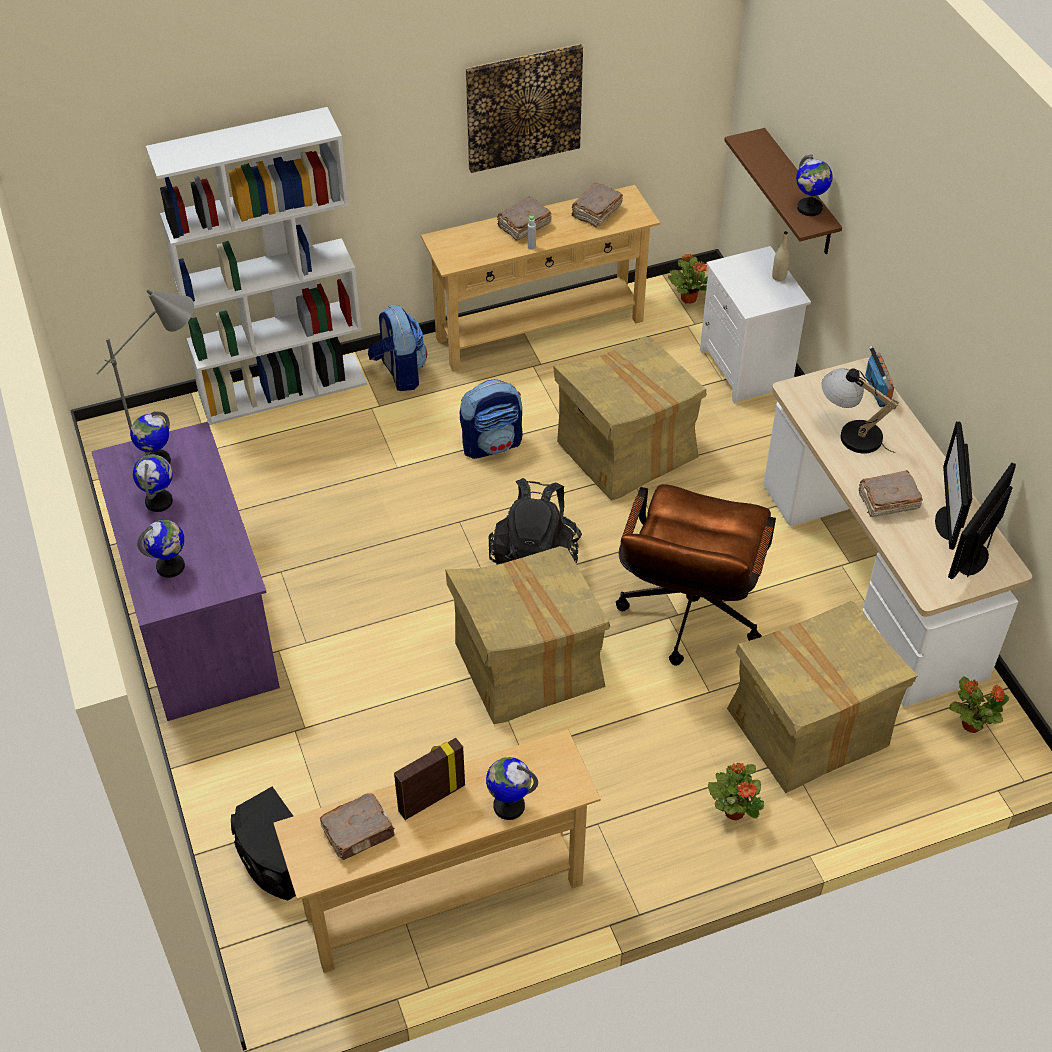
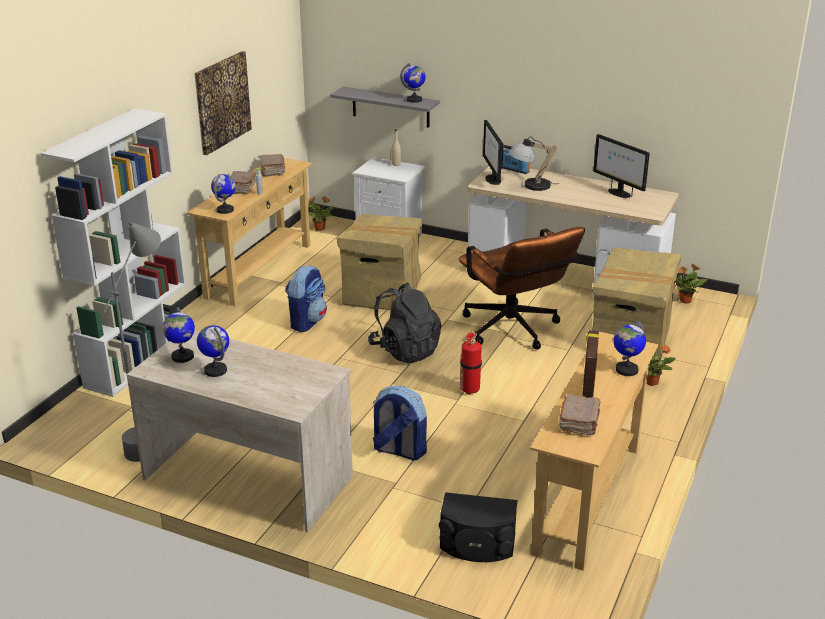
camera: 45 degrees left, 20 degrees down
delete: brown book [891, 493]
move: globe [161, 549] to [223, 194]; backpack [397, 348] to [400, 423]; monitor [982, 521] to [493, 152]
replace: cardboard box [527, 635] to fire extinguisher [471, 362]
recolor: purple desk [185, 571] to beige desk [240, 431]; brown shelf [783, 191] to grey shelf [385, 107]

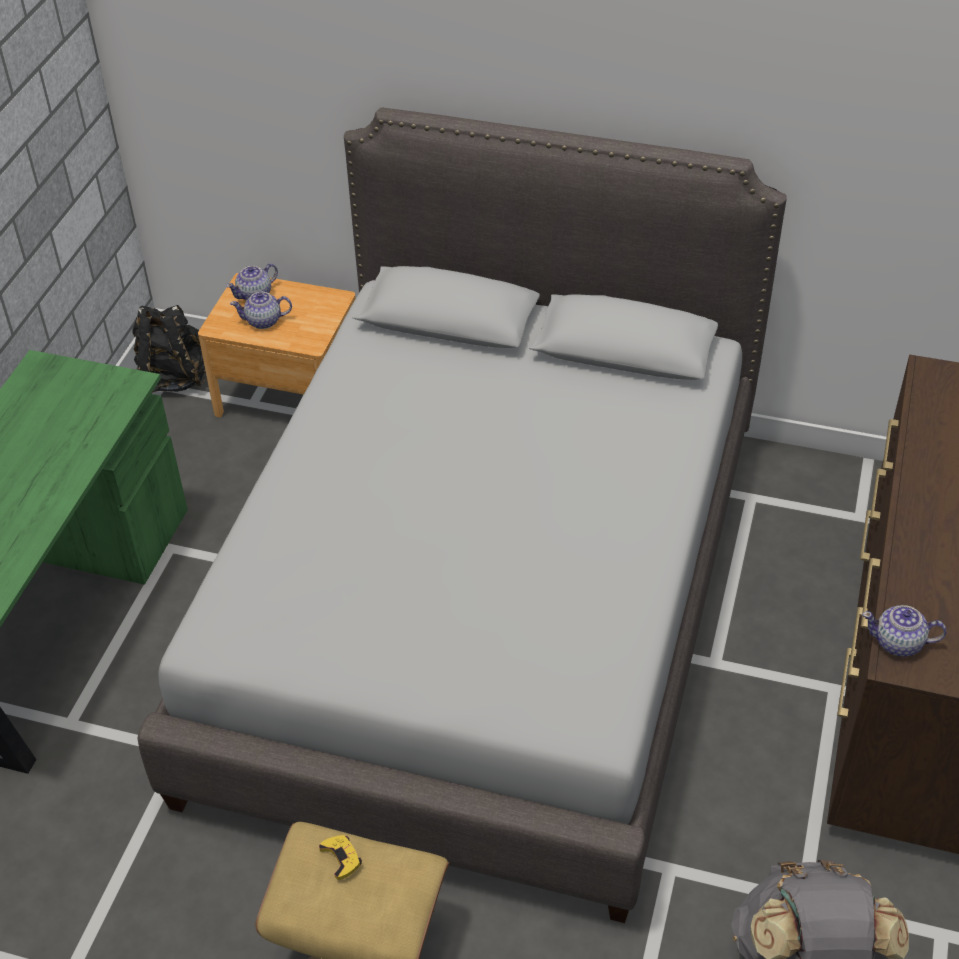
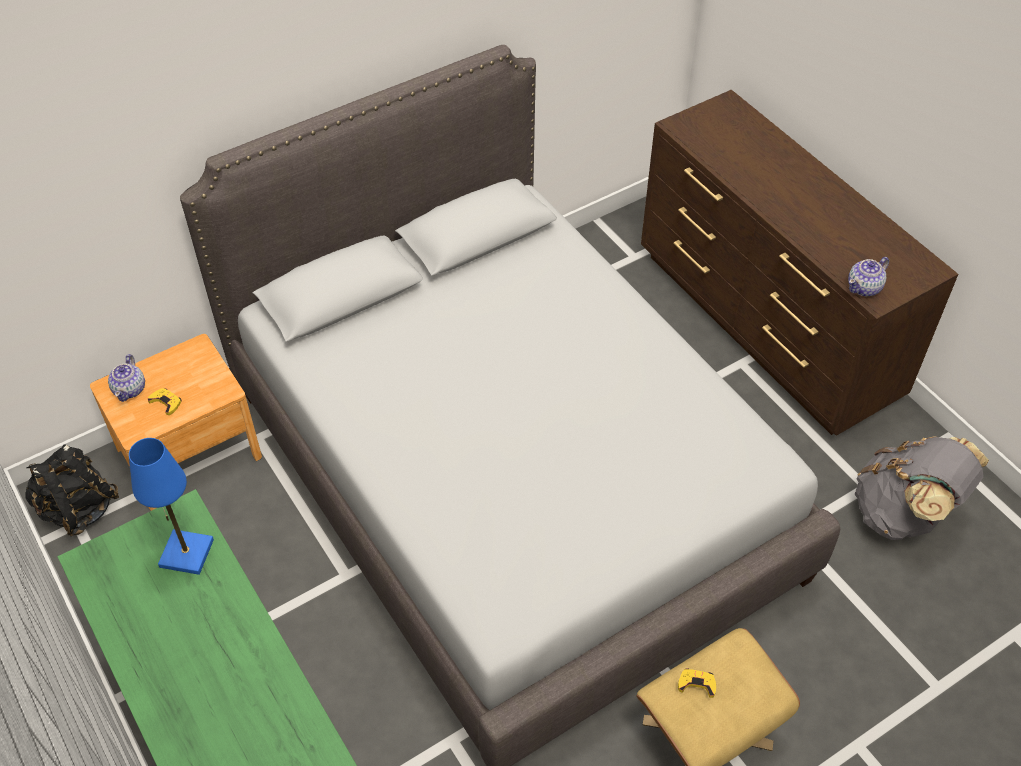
camera: 50 degrees left, 5 degrees up
insert: blue table lamp [171, 506]
replace: teapot [261, 310] to yellow game controller [164, 401]

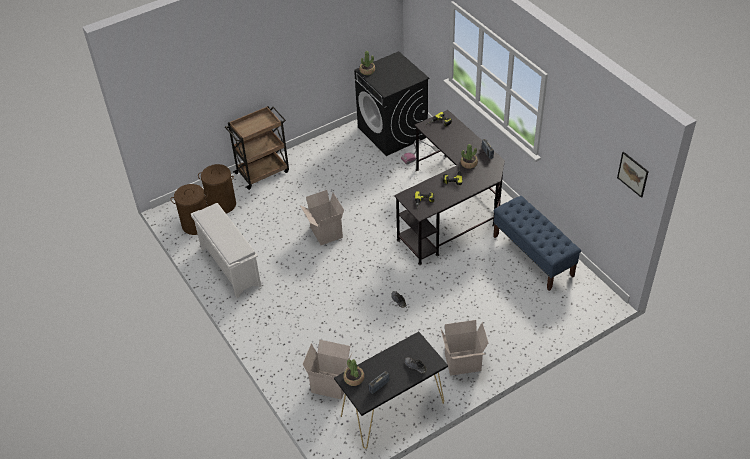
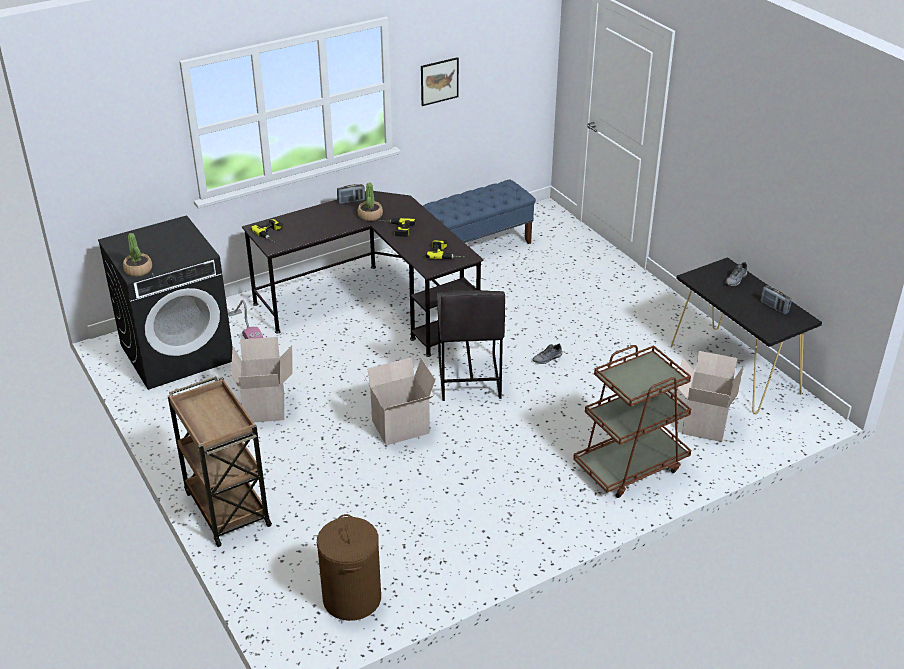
camera: 90 degrees left, 10 degrees down
delete: white shoe rack [226, 250]; brown laundry basket [217, 189]; potted plant [354, 372]
insert: grey stool [471, 345]; brown cart [632, 421]
move: cardboard box [464, 348] to [262, 380]; picture [633, 175] to [440, 81]

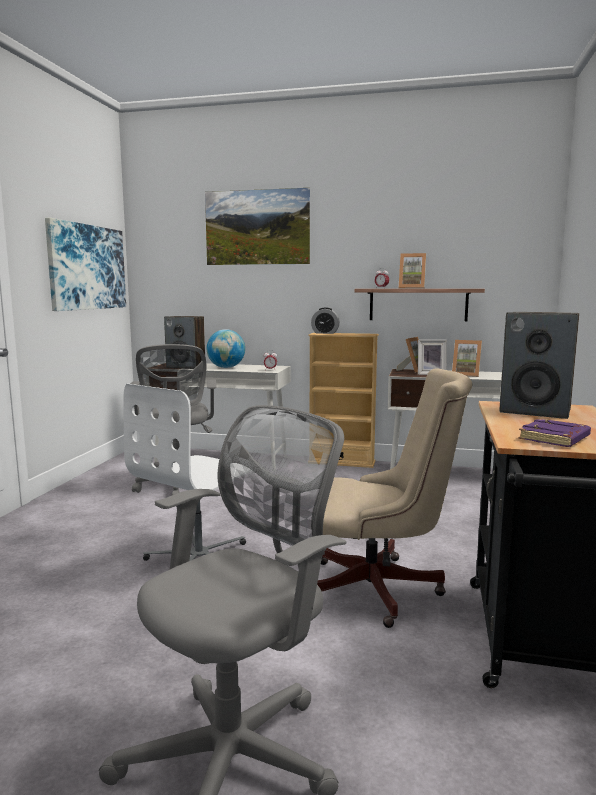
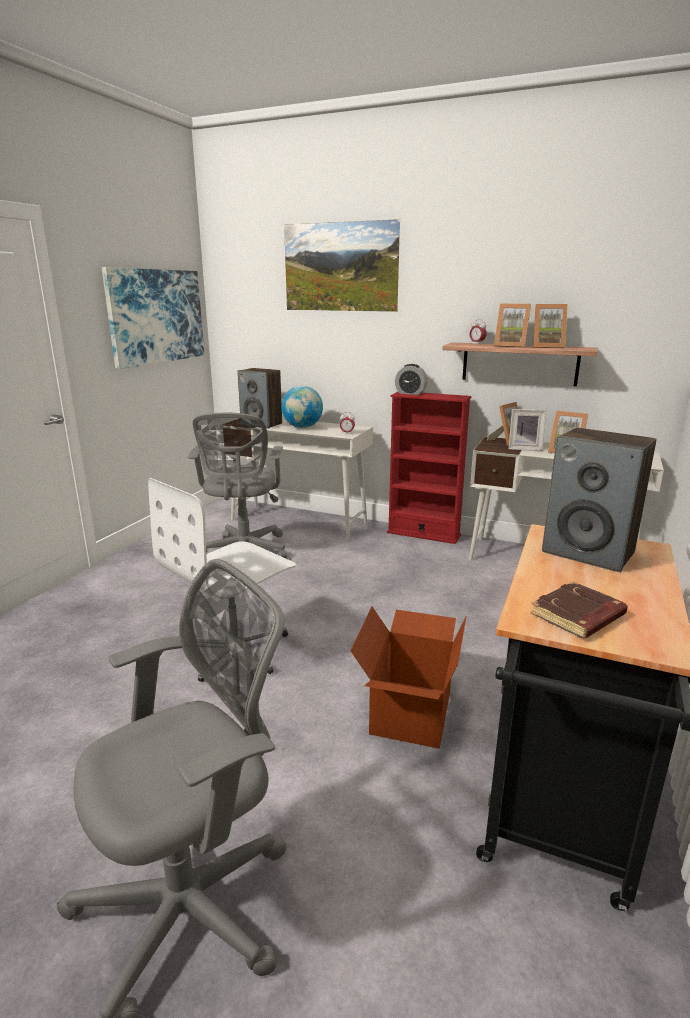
camera: 10 degrees right, 10 degrees up
insert: picture frame [549, 326]
replace: beige office chair [394, 498] to cardboard box [408, 677]
recolor: beige bookcase [343, 400] to red bookcase [429, 468]; purple book [554, 433] to brown book [579, 610]

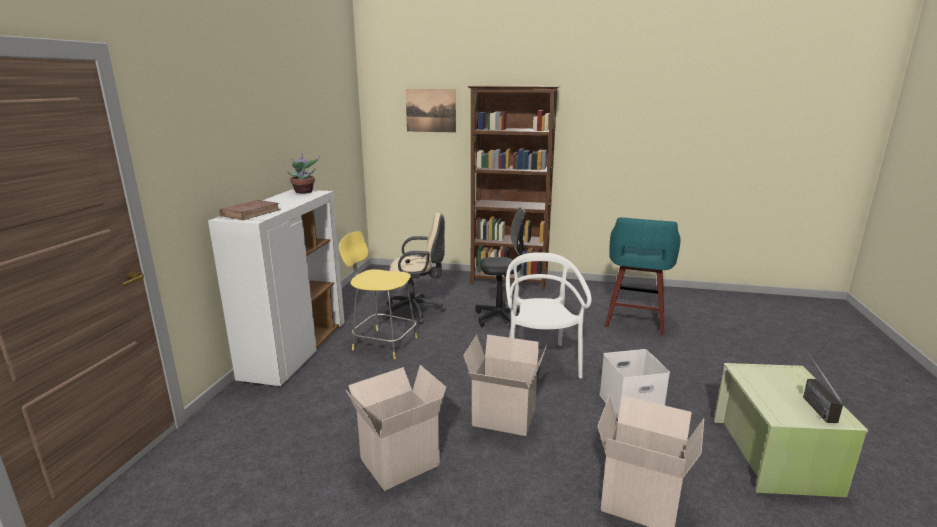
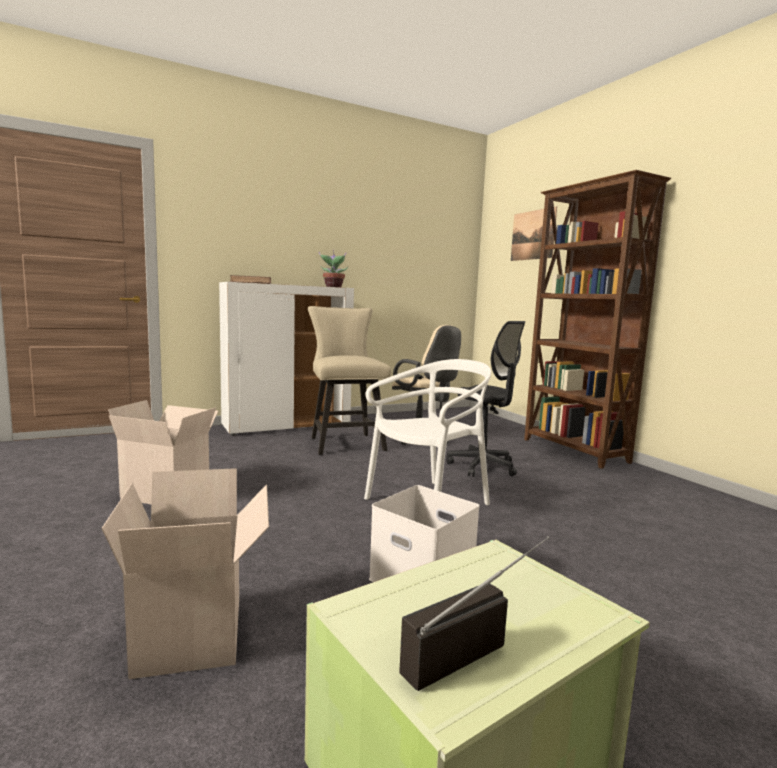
camera: 50 degrees right, 10 degrees down
delete: cardboard box [505, 385]; turquoise stool [643, 276]
replace: yellow stool [378, 295] to beige chair [349, 380]

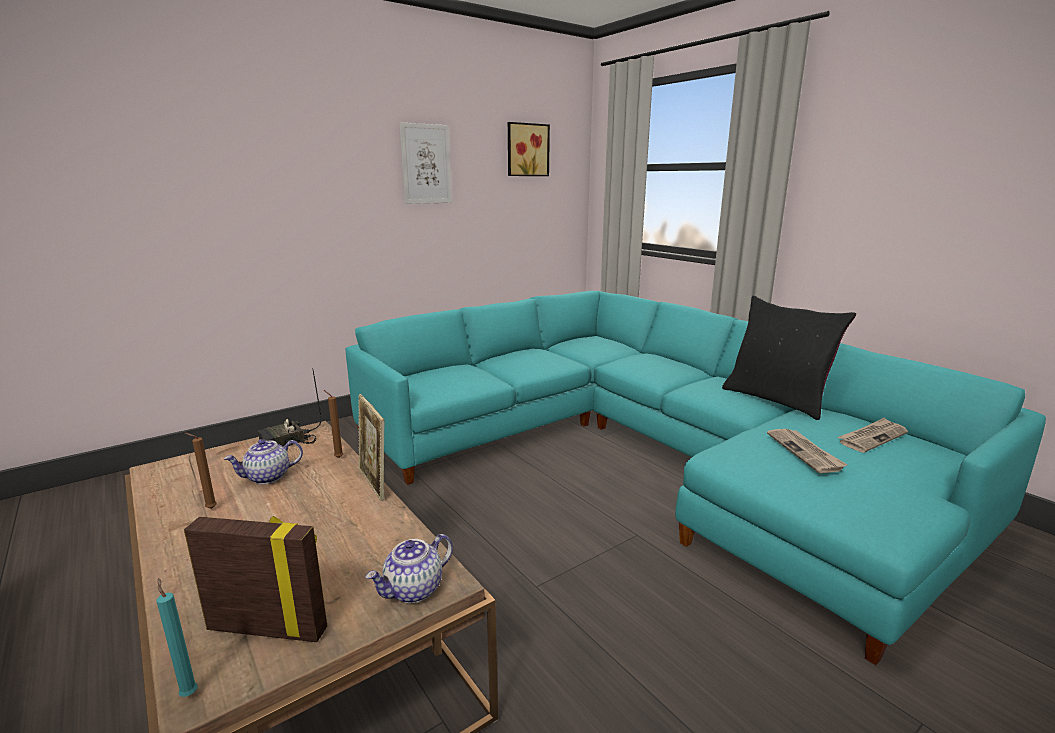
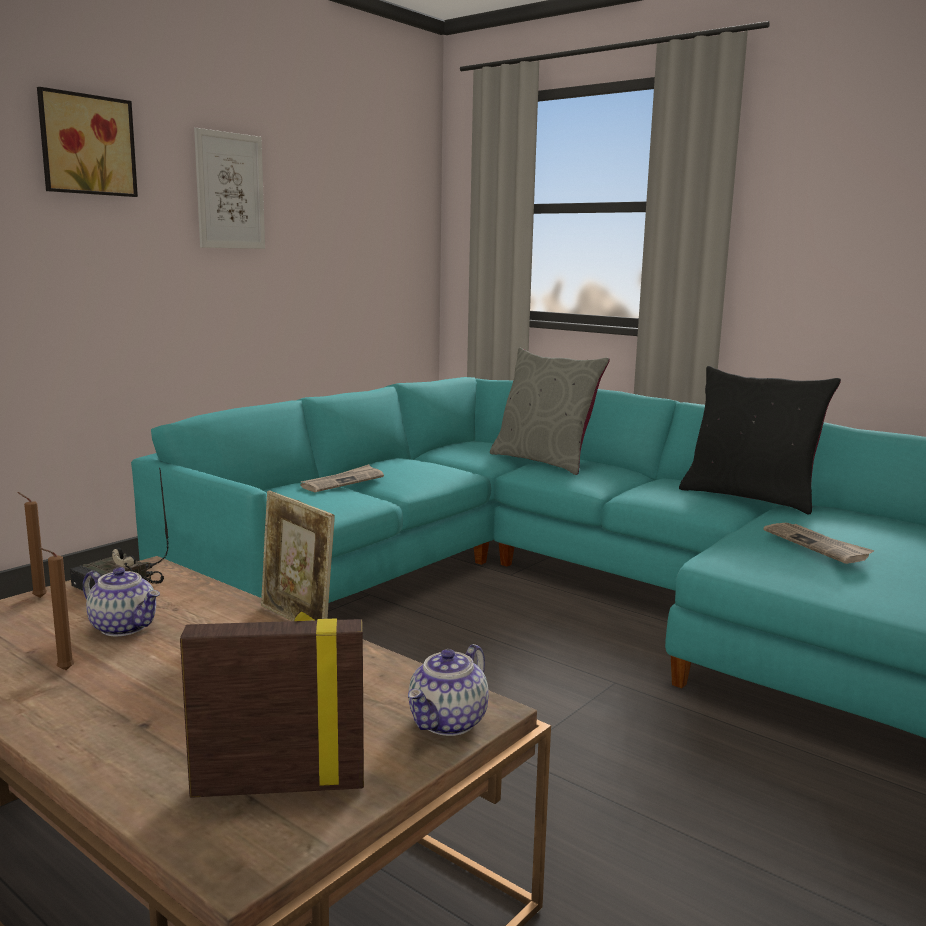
camera: 15 degrees left, 5 degrees down
delete: turquoise candle [177, 637]
insert: grey pillow [550, 411]
move: brown candle [333, 424] to [32, 545]; picture [529, 149] to [87, 142]; newspaper [872, 435] to [342, 478]
rotate: teapot [263, 461] = [121, 601] 105 degrees counterclockwise

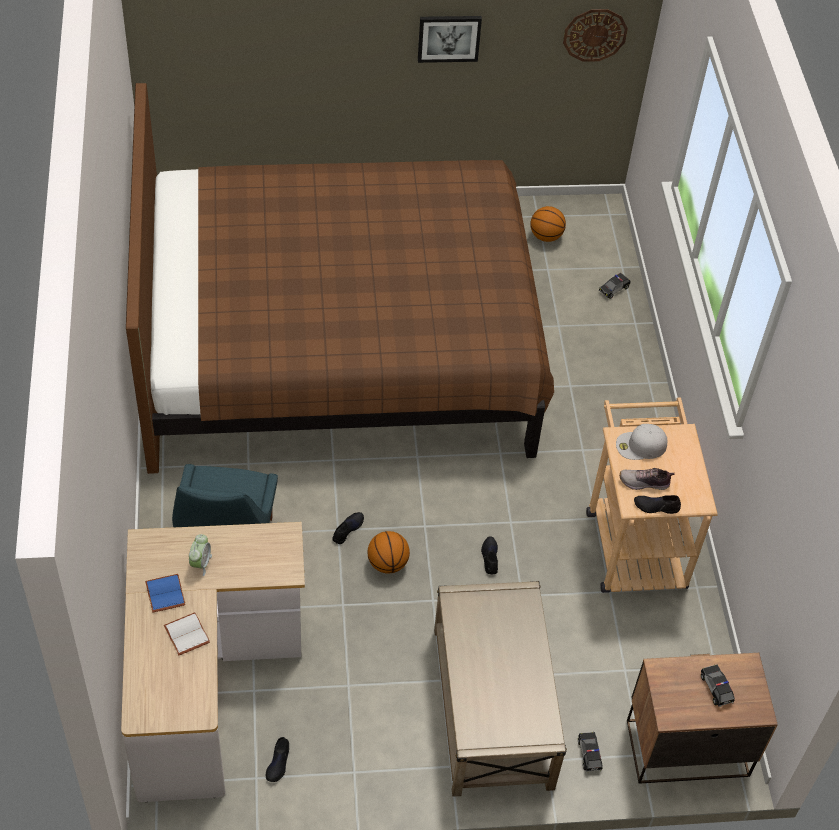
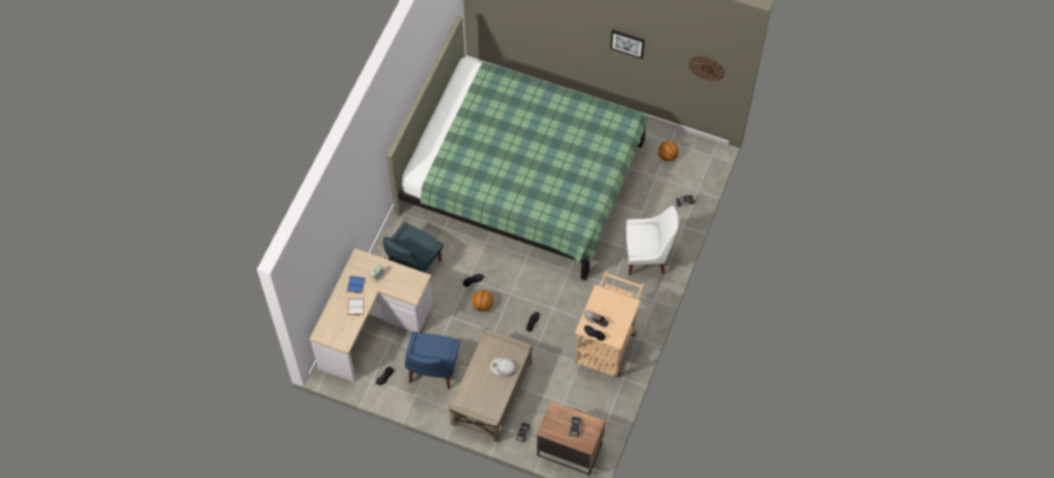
camera: 30 degrees right, 10 degrees up
insert: blue chair [432, 360]; white chair [652, 240]
move: white cap [641, 442] to [503, 367]
recolor: brown bed [340, 278] to green bed [517, 148]

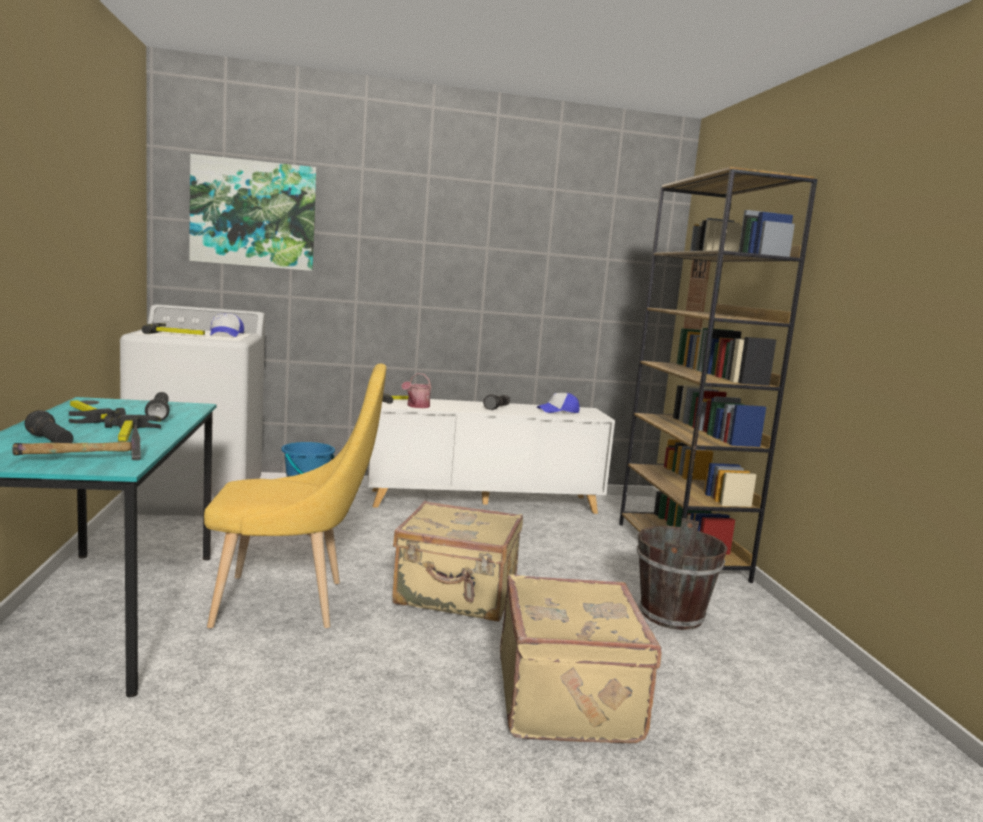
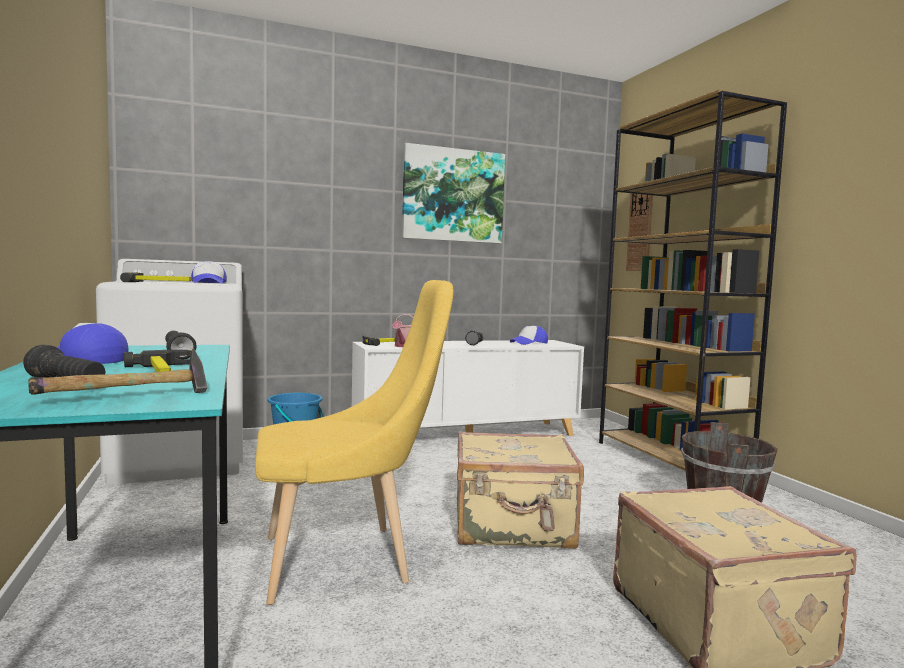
camera: 10 degrees left, 5 degrees down
move: picture [253, 212] to [453, 193]
replace: hammer [97, 412] to cap [93, 343]

